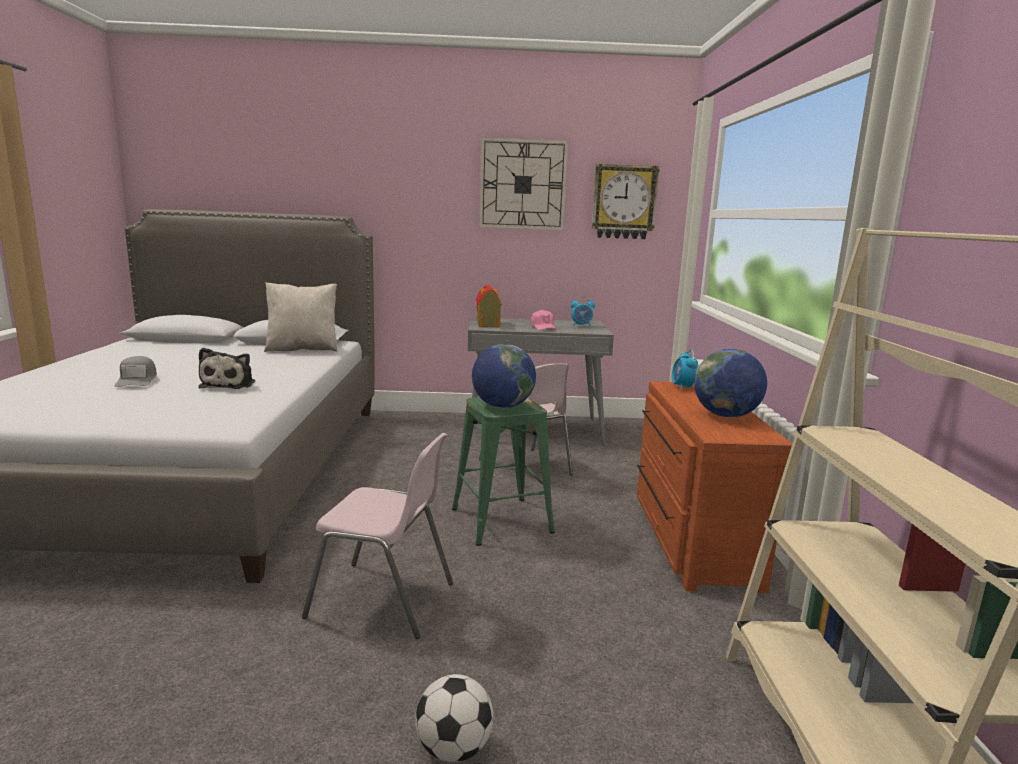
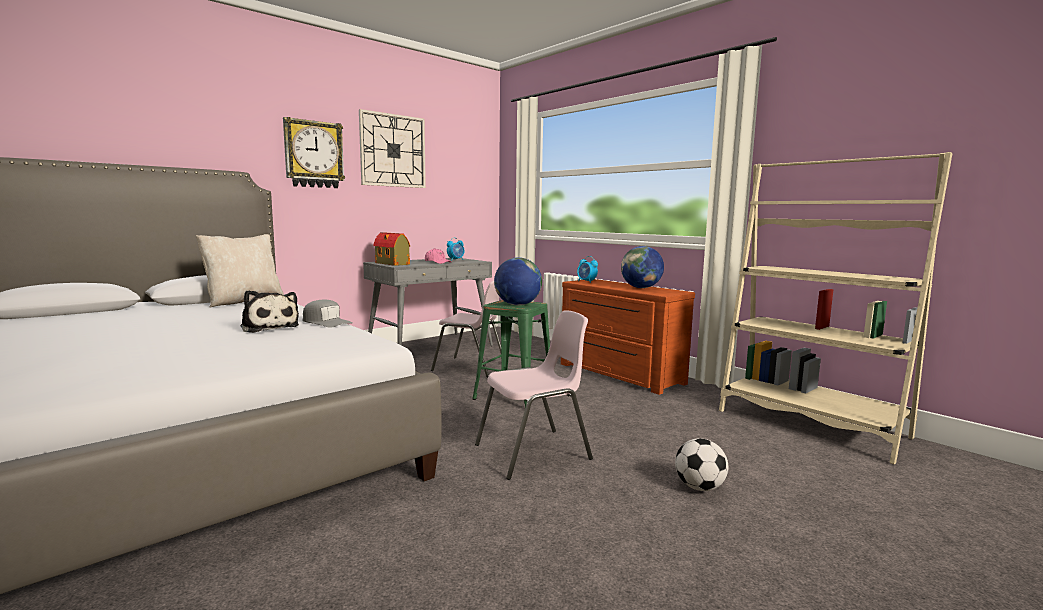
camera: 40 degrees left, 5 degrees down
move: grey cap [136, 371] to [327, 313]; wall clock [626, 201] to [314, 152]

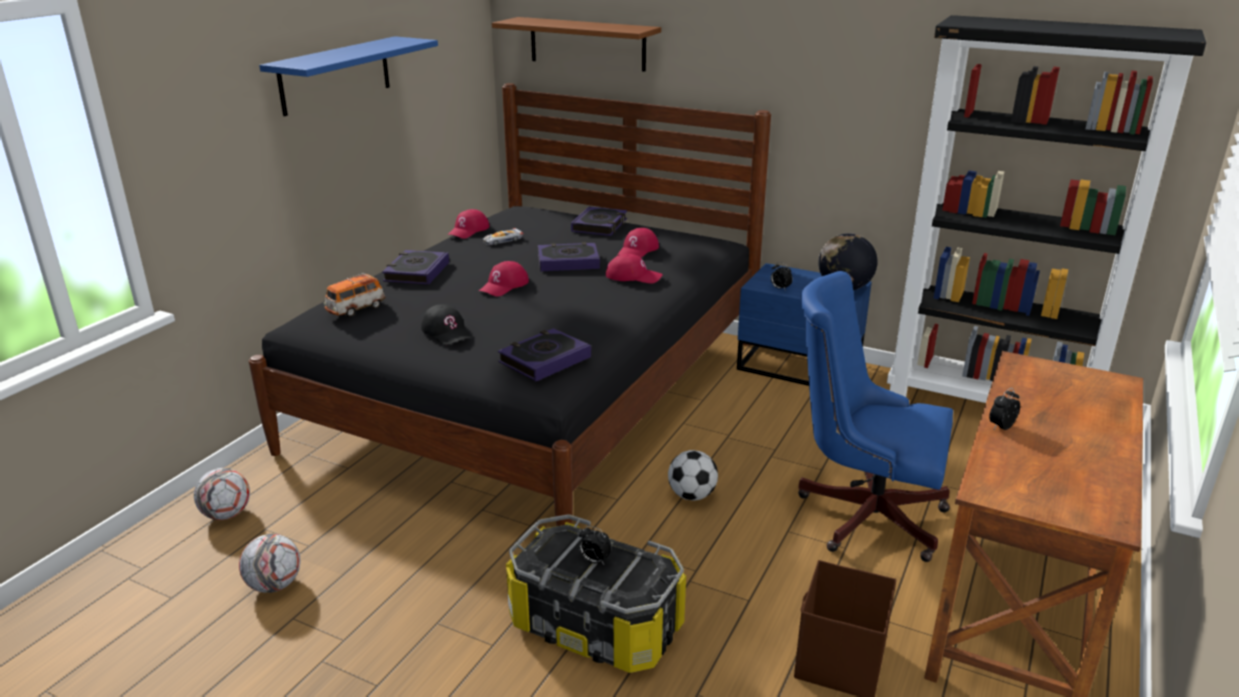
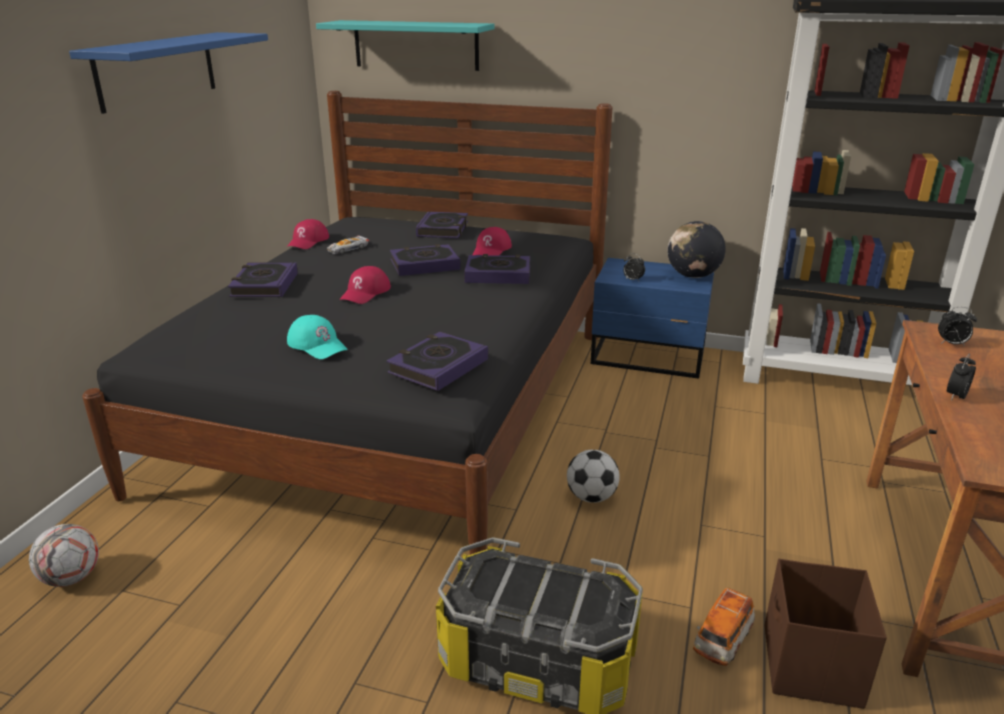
camera: 10 degrees left, 0 degrees up
delete: football [270, 563]; blue office chair [875, 416]
move: toy car [354, 295] to [724, 627]; alarm clock [595, 545] to [957, 326]
replace: red cap [634, 268] to book [497, 269]
recolor: black cap [446, 324] to turquoise cap [317, 337]; brown shelf [576, 44] to turquoise shelf [405, 45]

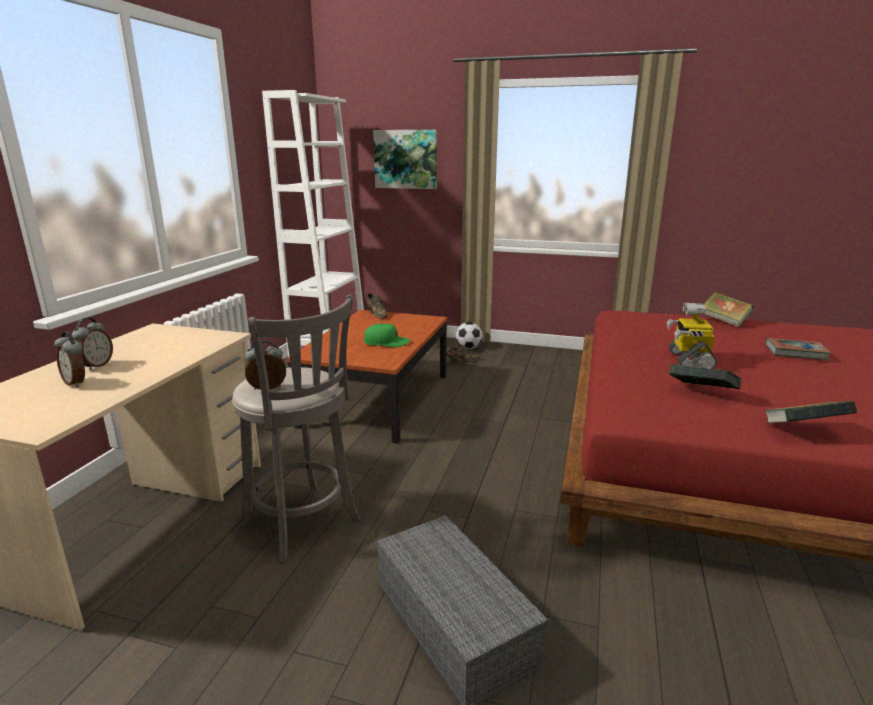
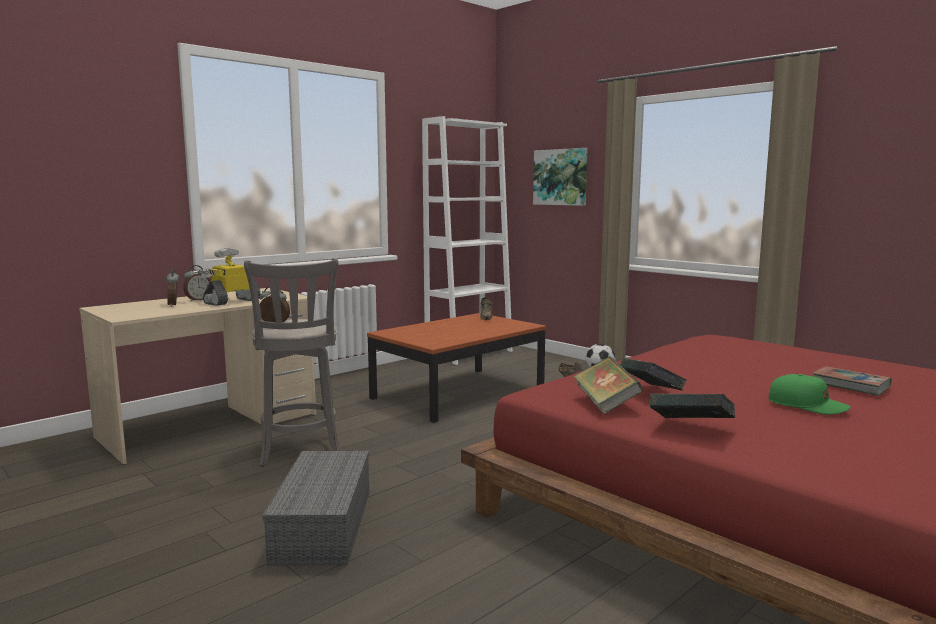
camera: 30 degrees right, 10 degrees down
move: green cap [387, 335] to [810, 394]; toy robot [692, 336] to [231, 277]; book [728, 309] to [608, 385]

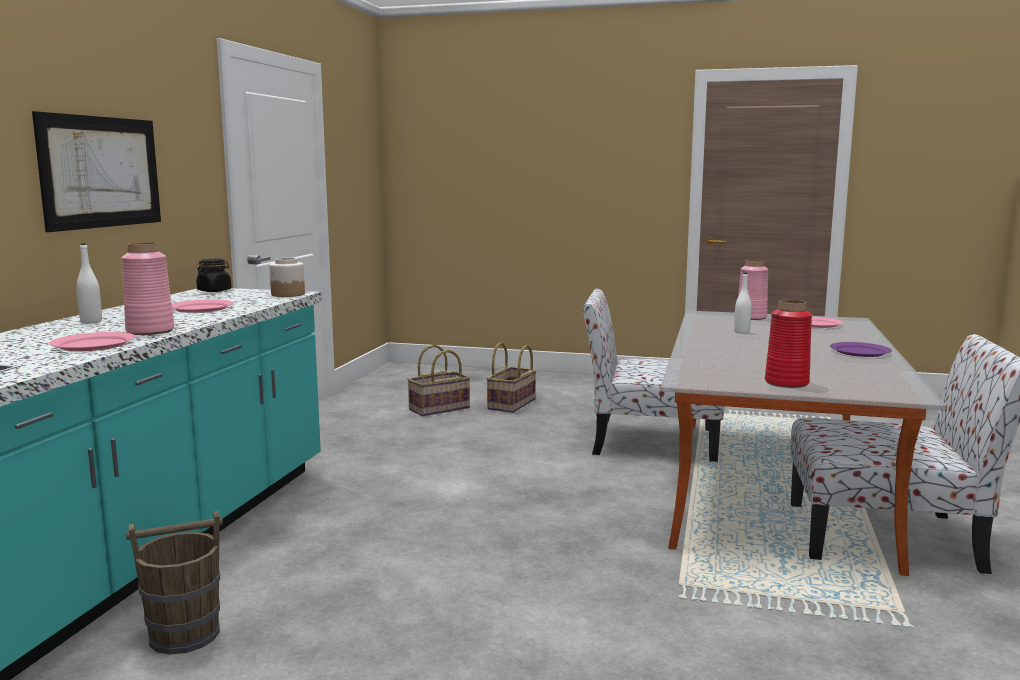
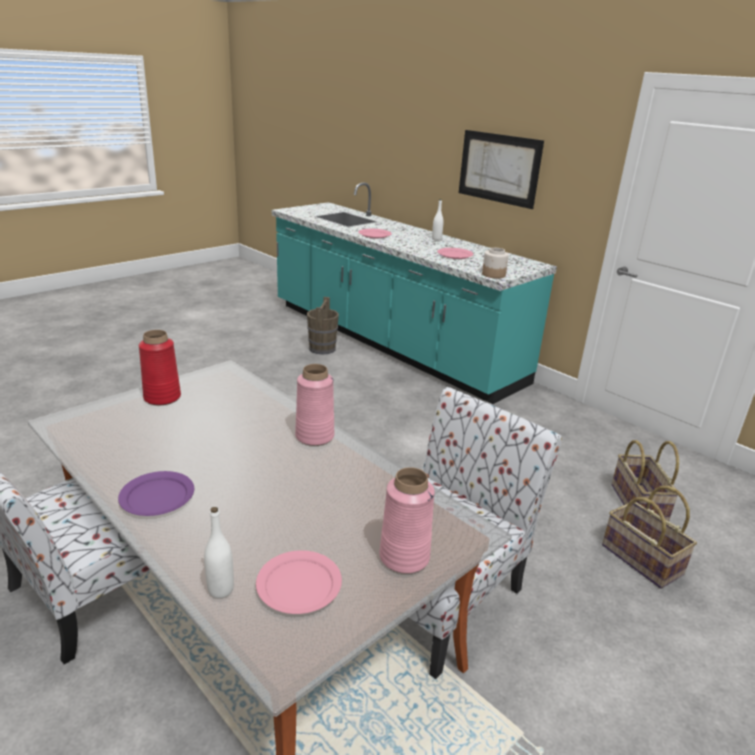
camera: 120 degrees right, 15 degrees up
delete: black jar [213, 275]
move: pink vase [148, 288] to [314, 405]; white bottle [743, 303] to [219, 552]

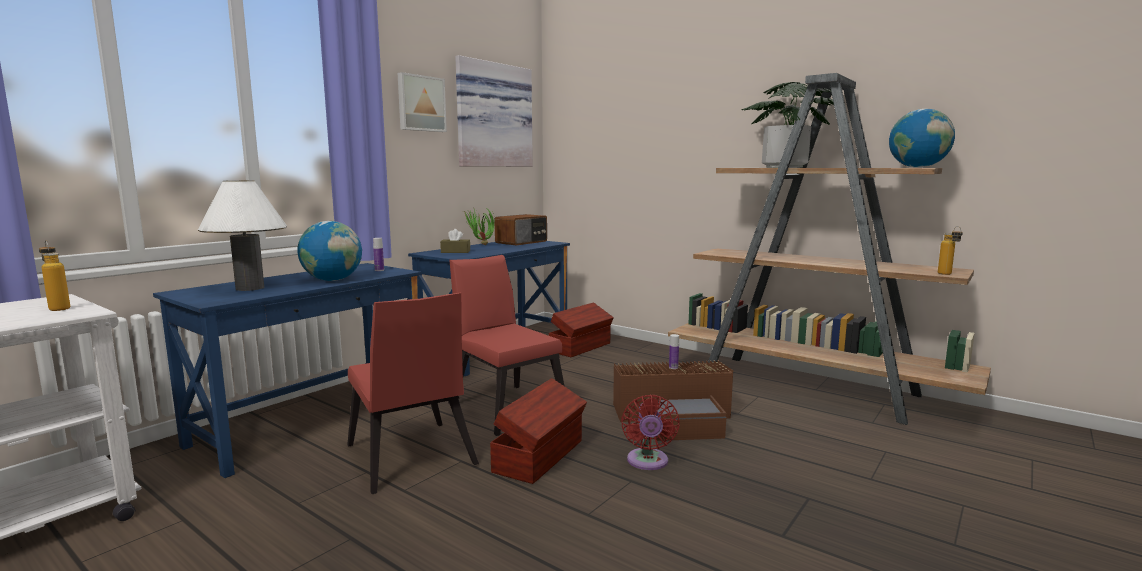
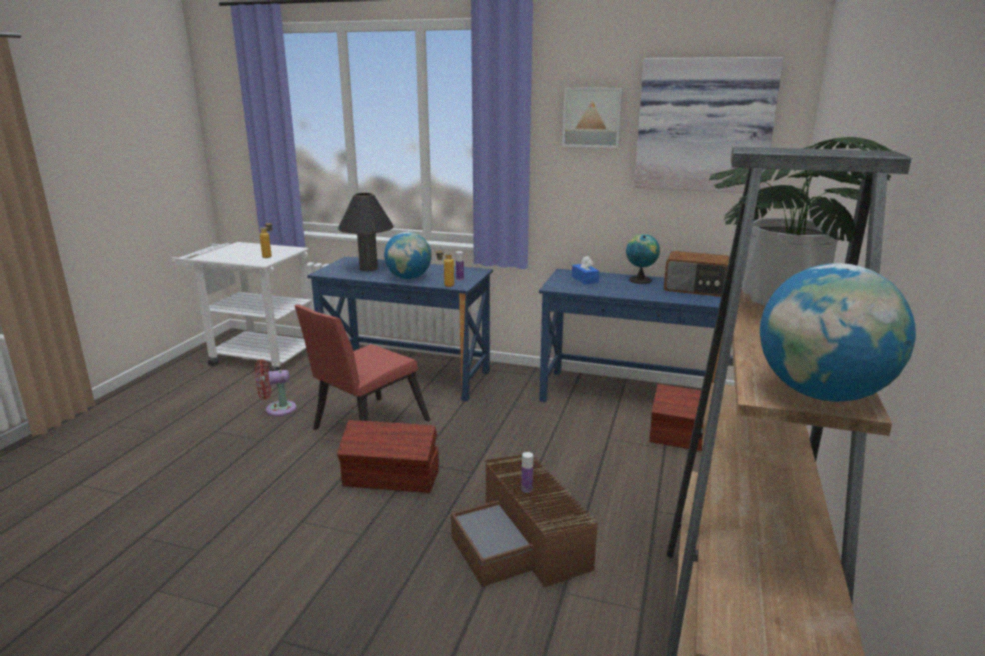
camera: 70 degrees right, 10 degrees up
delete: red chair [506, 345]
move: red fan [650, 432] to [276, 387]; bottle [950, 250] to [444, 267]
replace: potted plant [479, 227] to globe [643, 259]
recolor: white table lamp [242, 235] to black table lamp [366, 232]; brown tissue box [455, 241] to blue tissue box [585, 270]

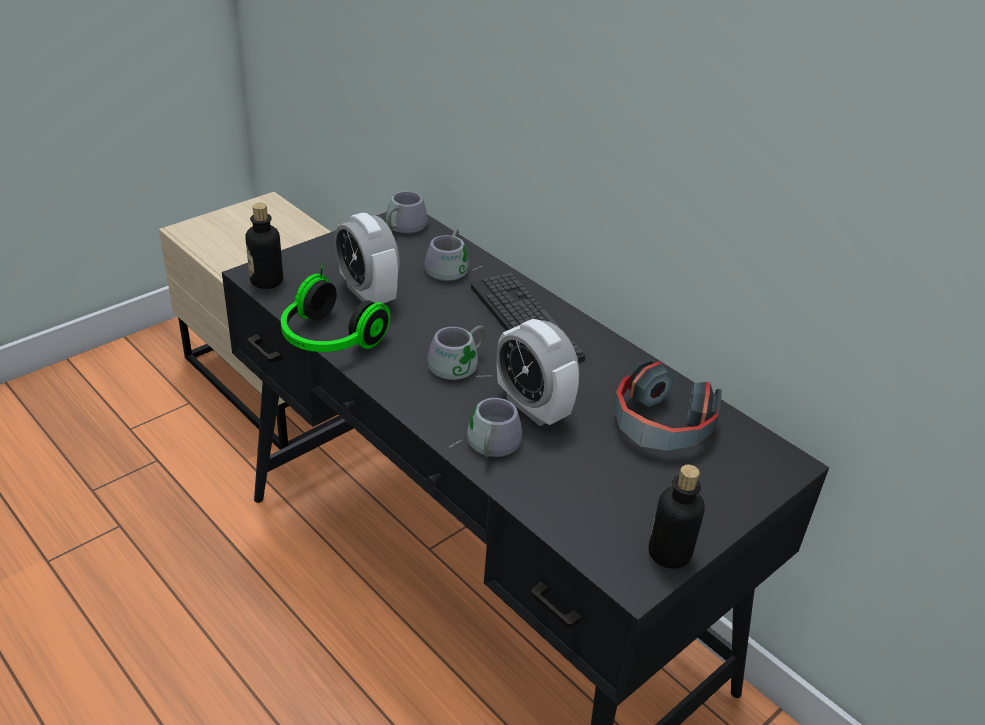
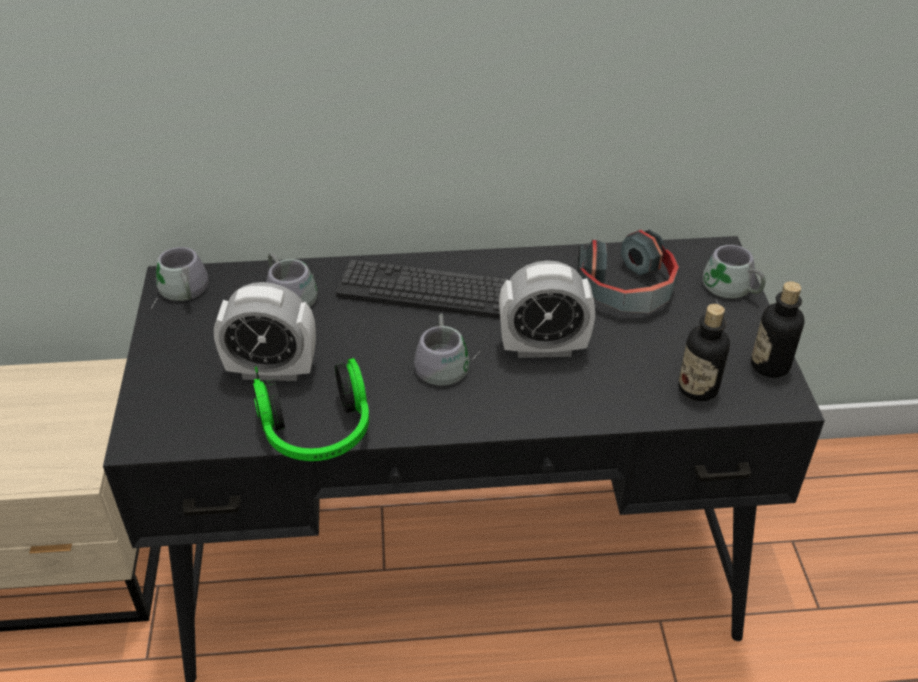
camera: 50 degrees left, 5 degrees up
move: bottle [264, 246] to [704, 352]; grey mug [485, 427] to [734, 274]

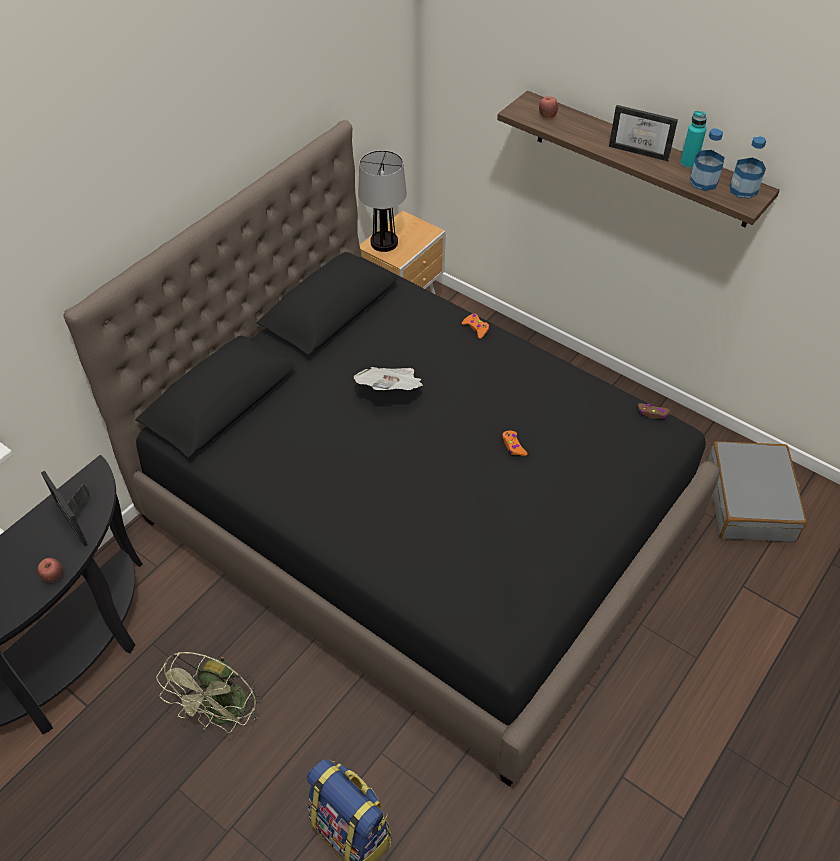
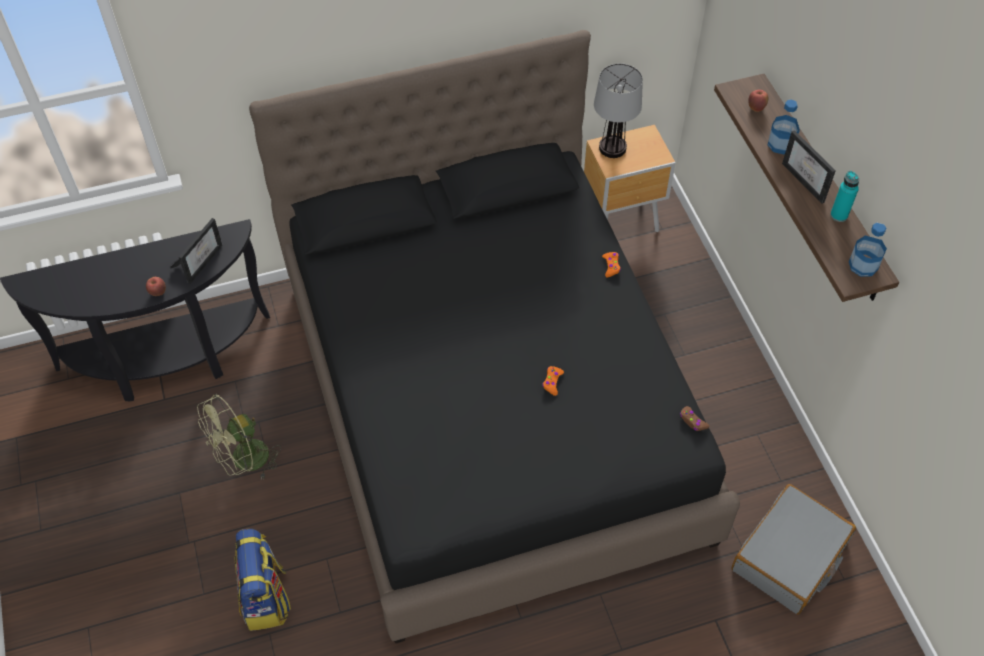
camera: 35 degrees right, 5 degrees up
delete: newspaper [388, 378]
move: bottle [707, 159] to [784, 126]
rotate: picture frame [65, 509] = [196, 251] 150 degrees counterclockwise

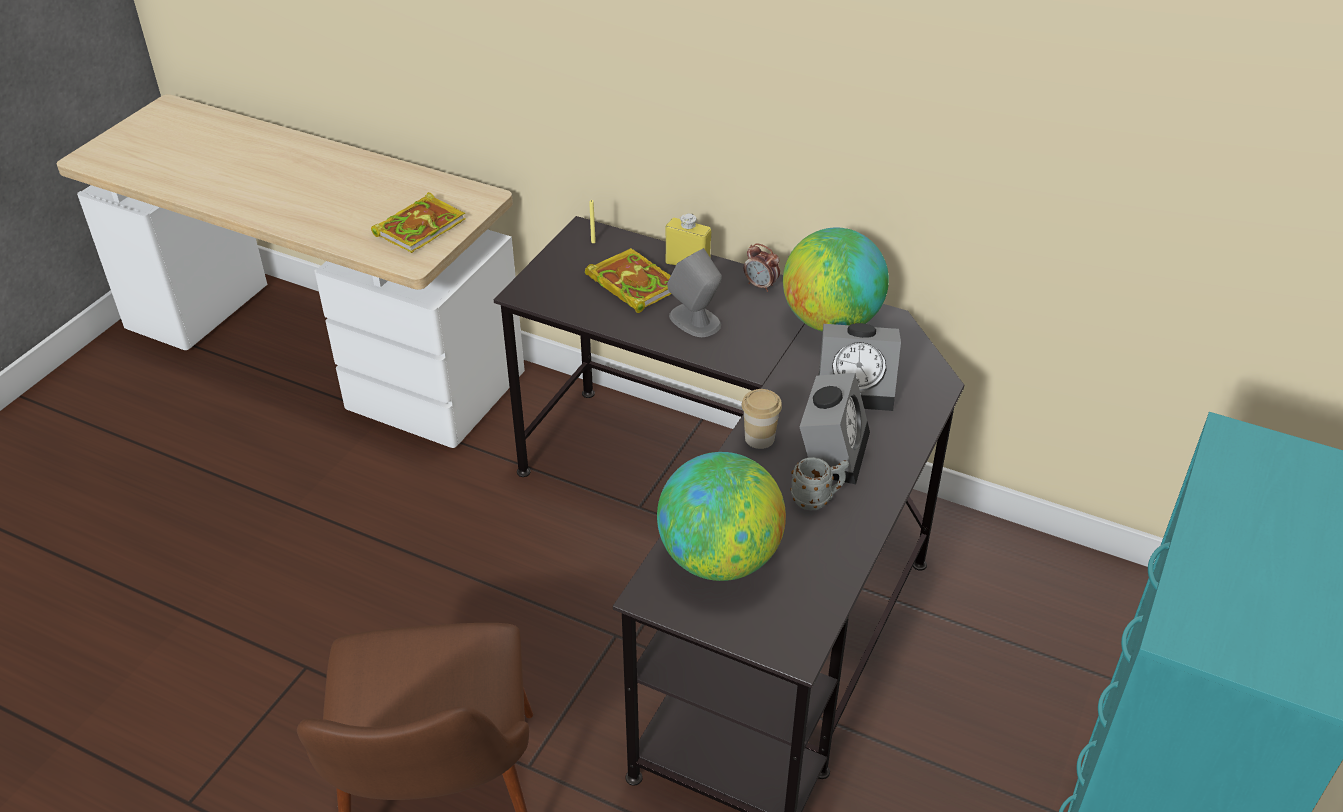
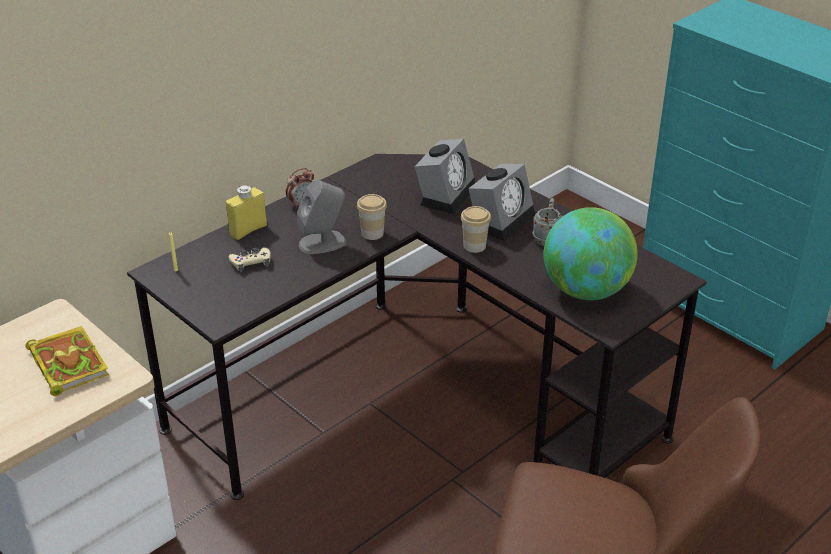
camera: 70 degrees left, 5 degrees down
delete: globe [836, 280]
insert: cup [372, 217]
replace: book [628, 280] to beige game controller [250, 259]
rotate: alarm clock [835, 428] = [501, 202] 90 degrees clockwise

